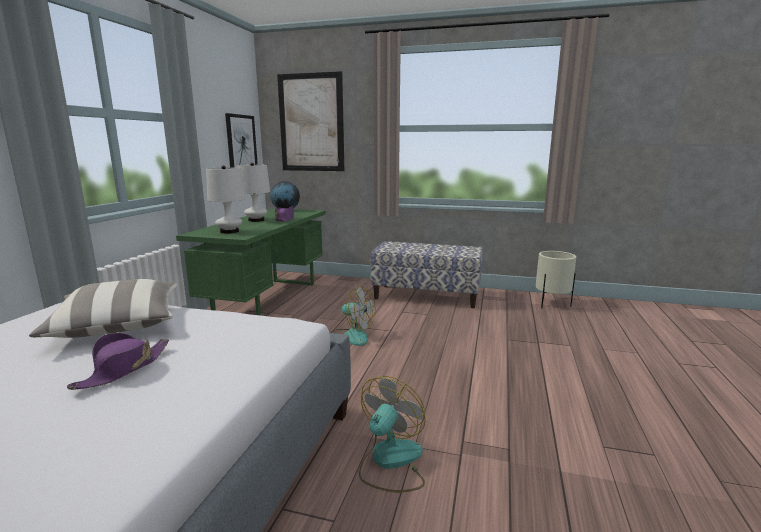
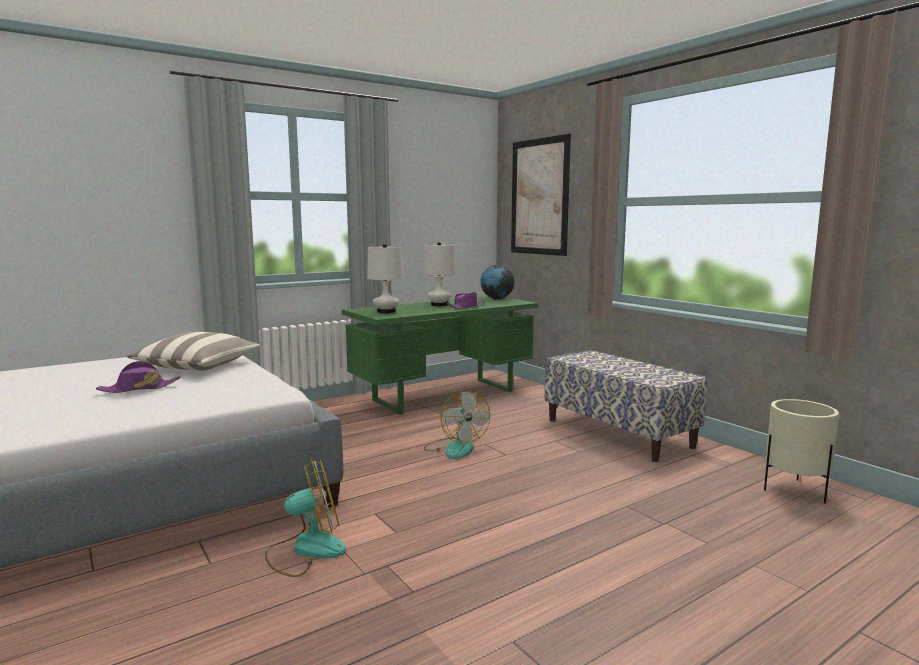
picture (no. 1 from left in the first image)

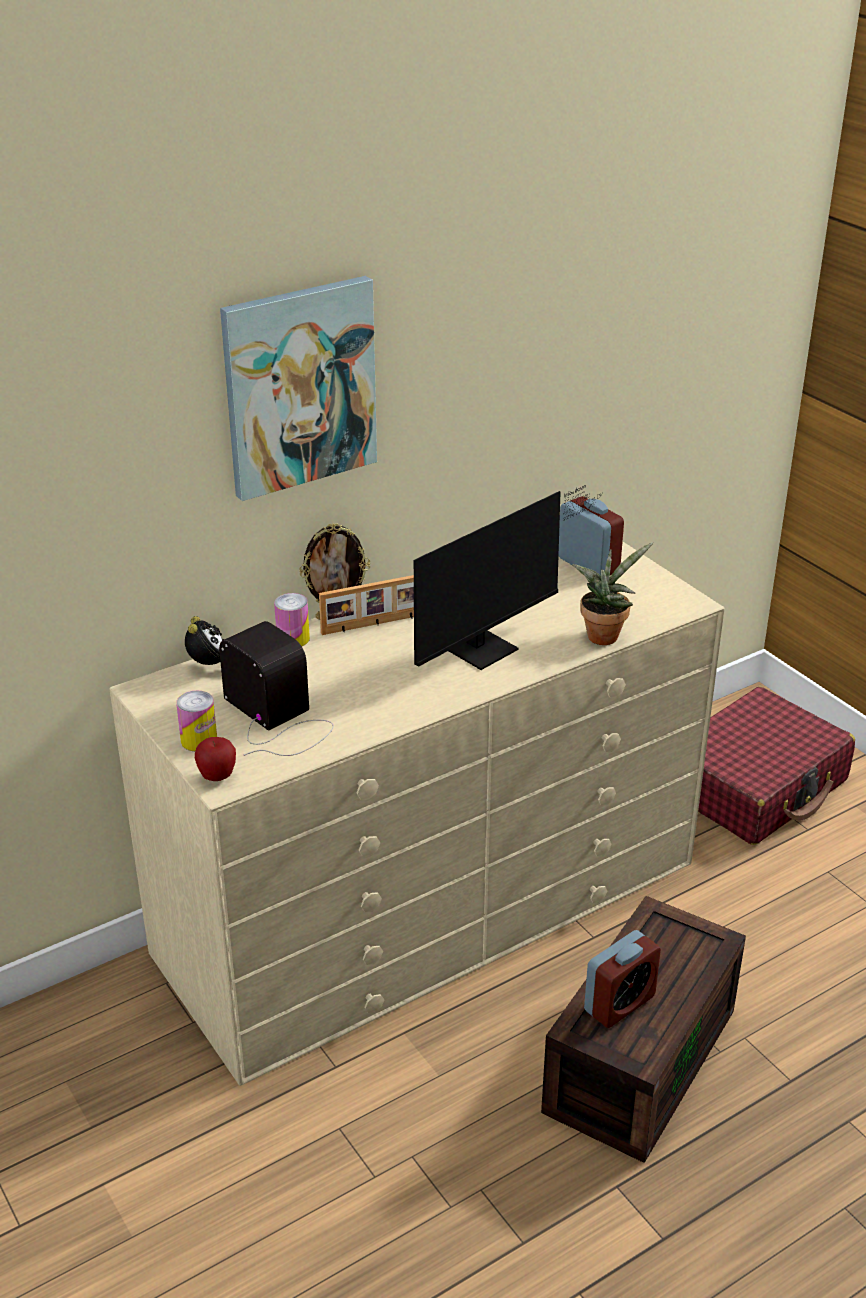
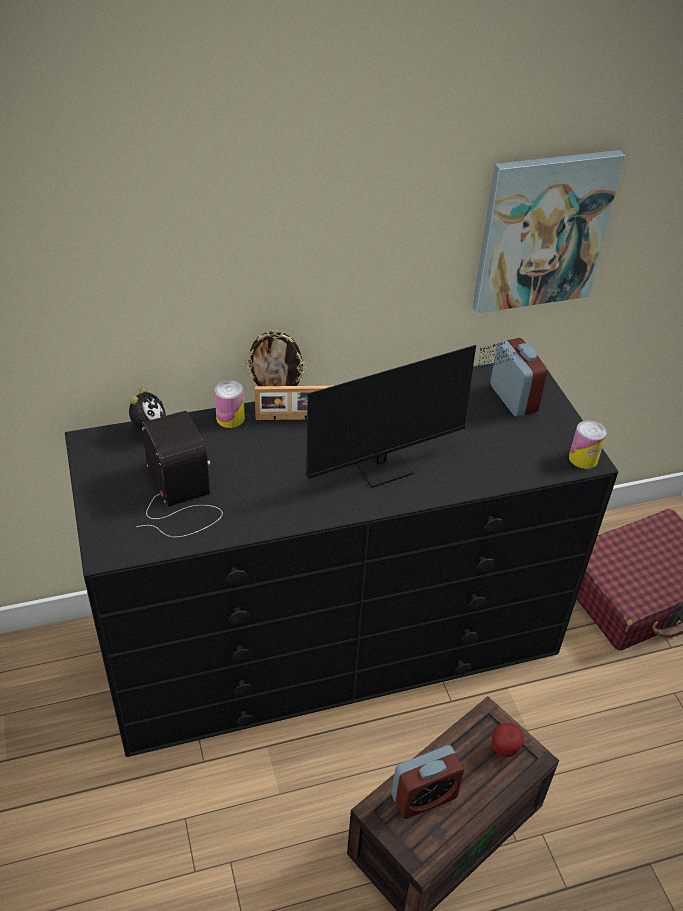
dresser (black); picture; apple; can (no. 2 from left); potted plant

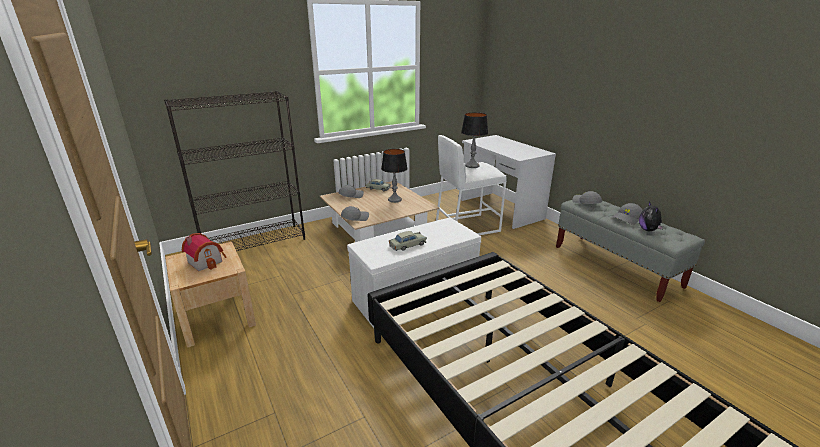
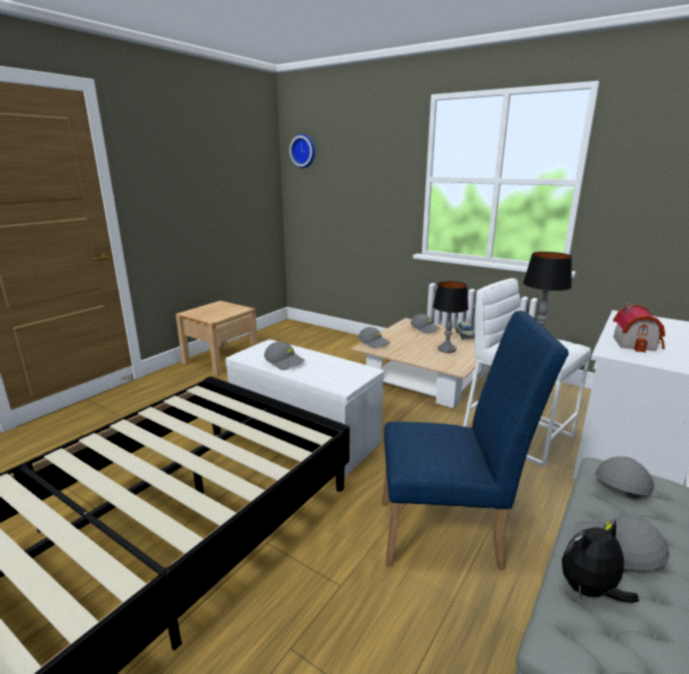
cap (grey) (no. 1 from left); wall clock; chair (blue); toy house; bookcase (black)

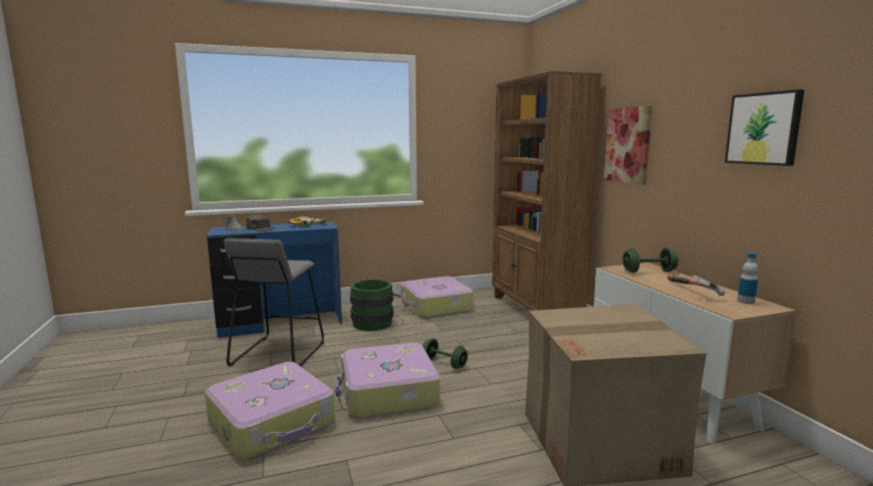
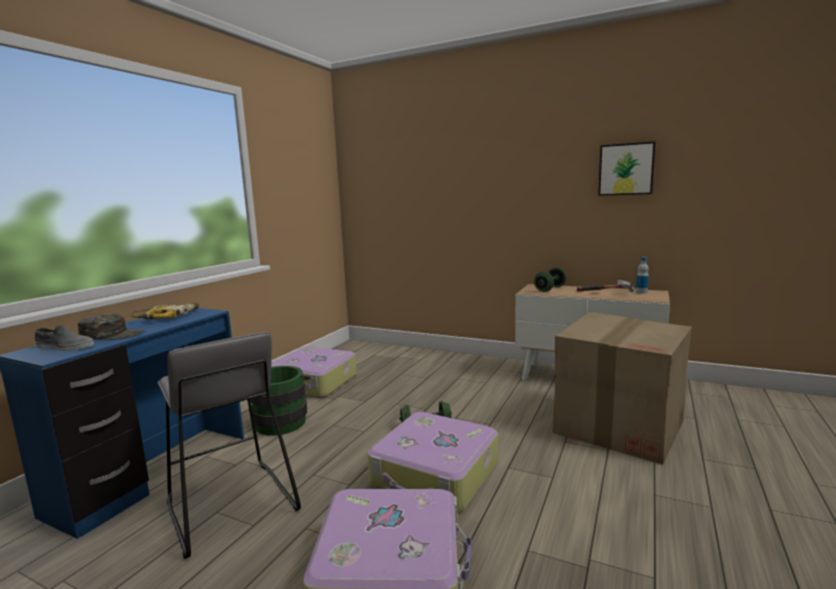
bookcase (brown); picture (no. 1 from left in the first image)

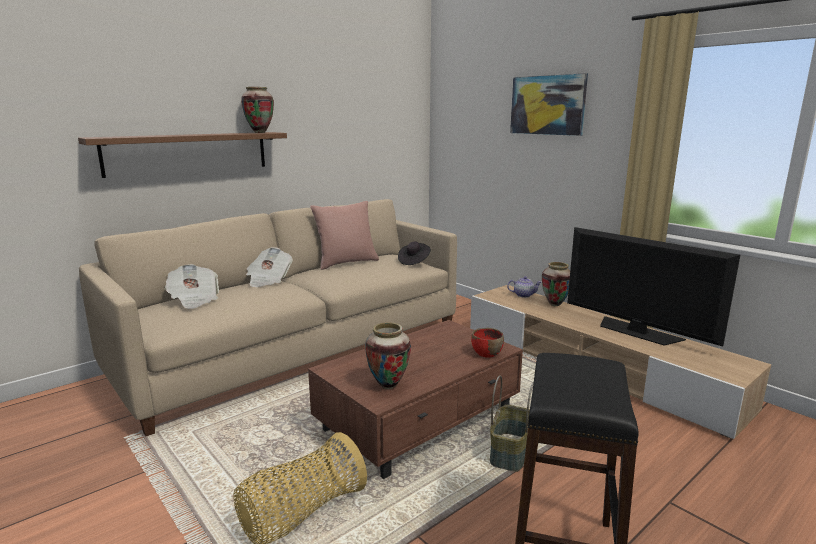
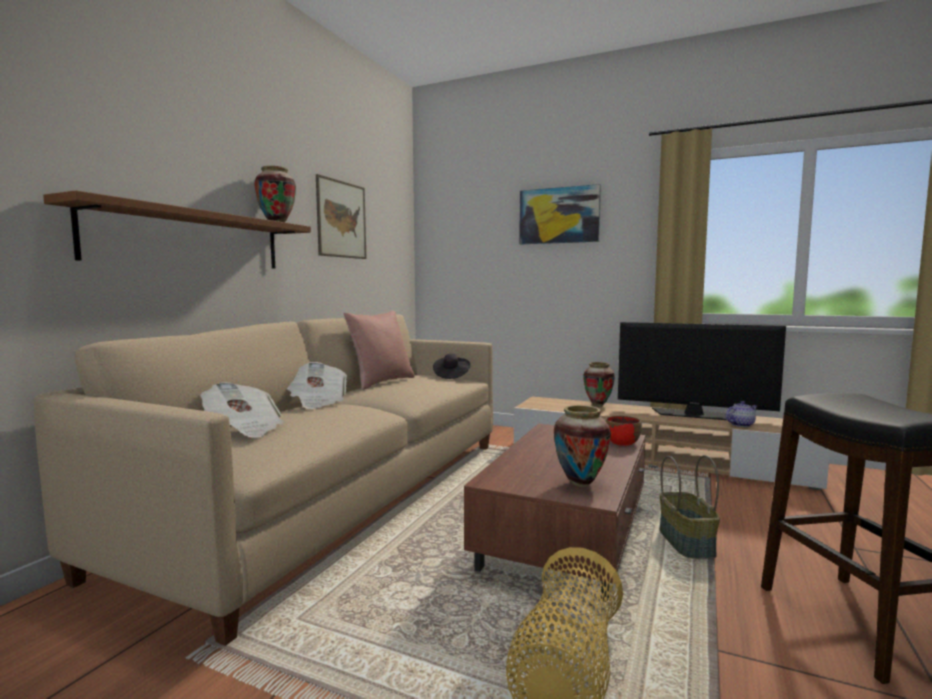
picture (no. 1 from left); teapot

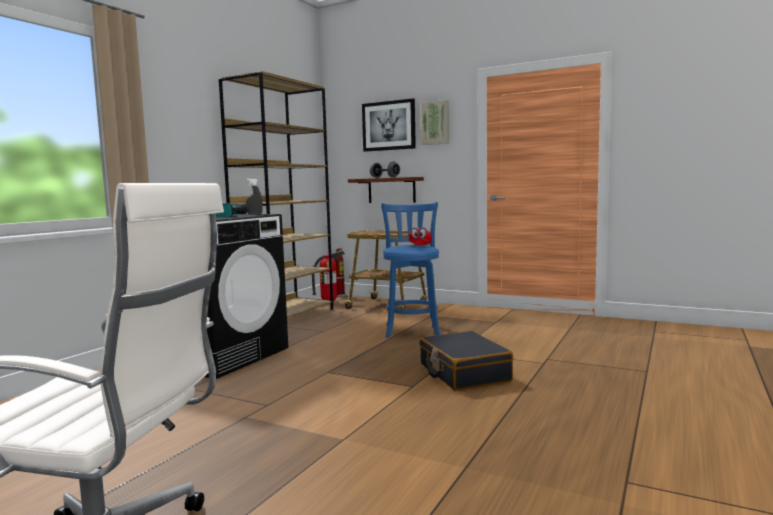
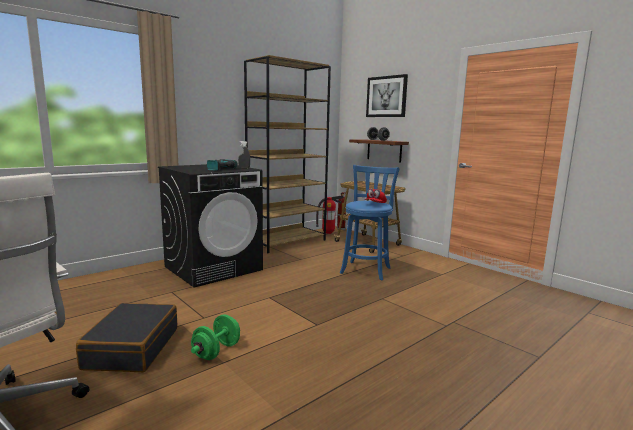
suitcase (black); dumbbell (green); picture (no. 2 from left in the first image)

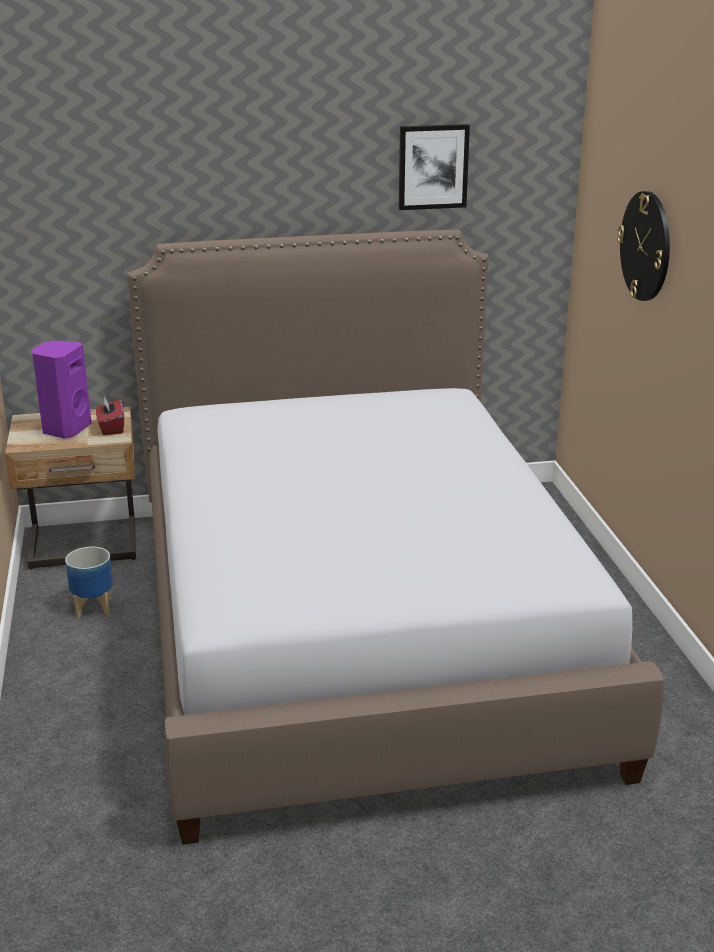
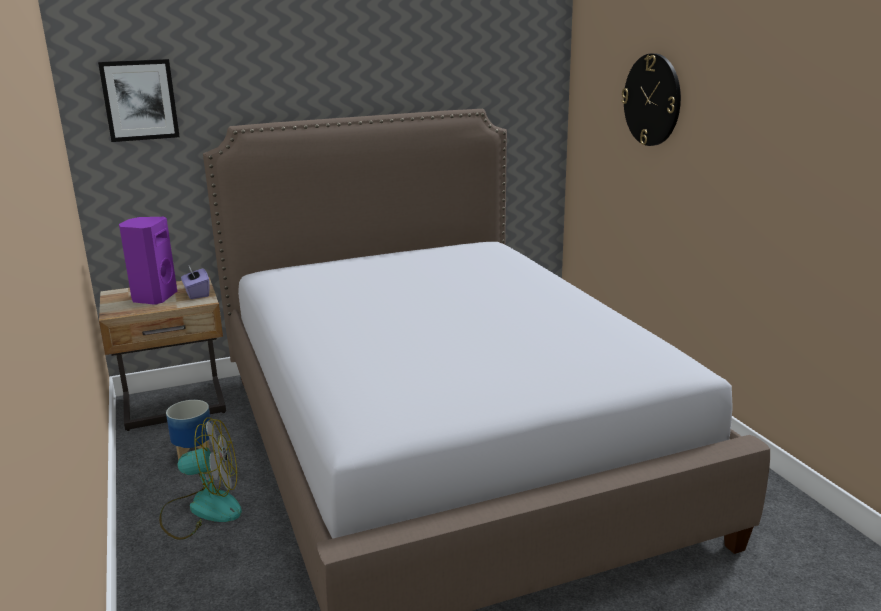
picture; fan; tissue box (purple)

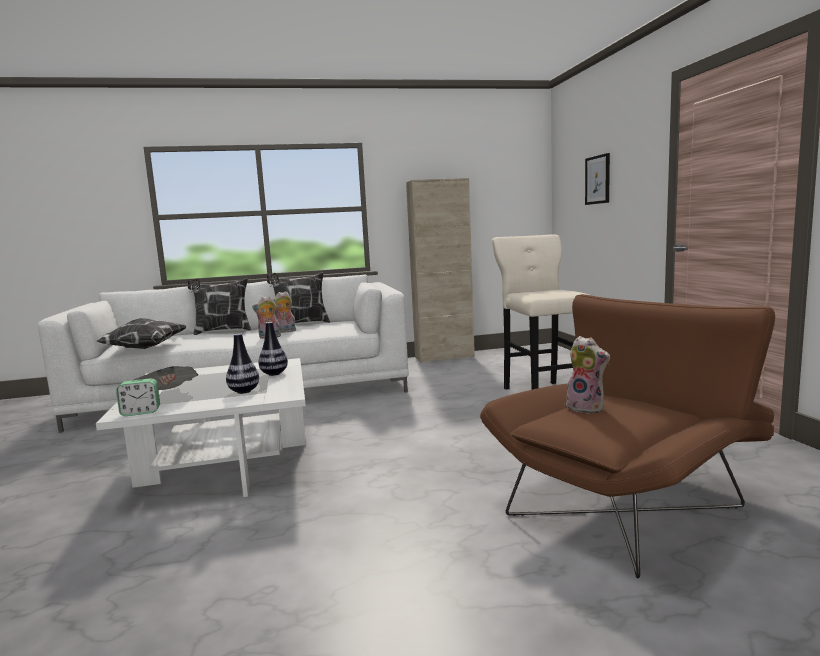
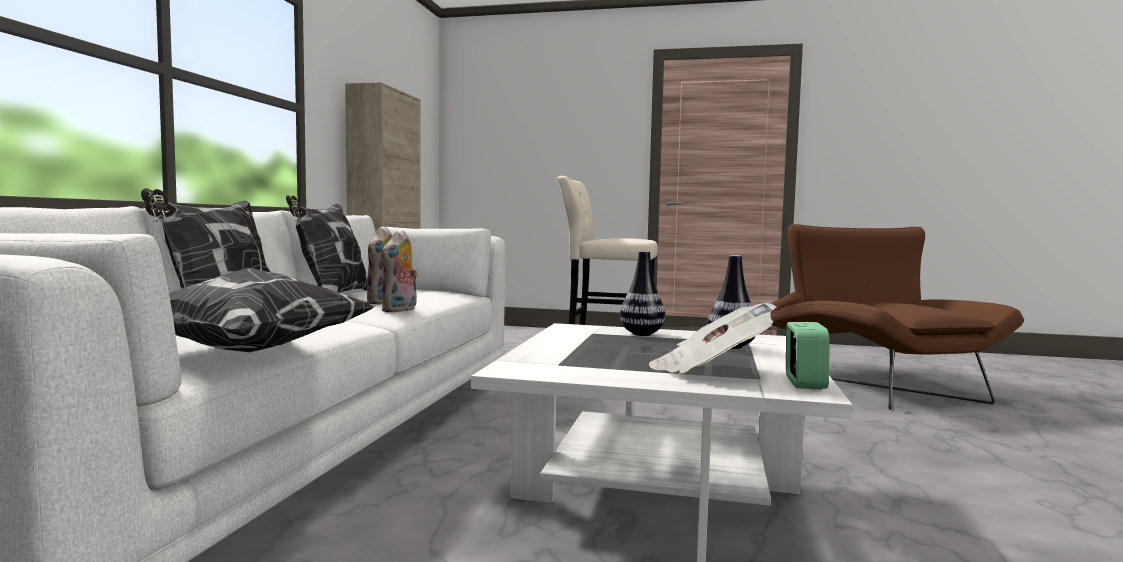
plush toy (no. 3 from left in the first image); picture

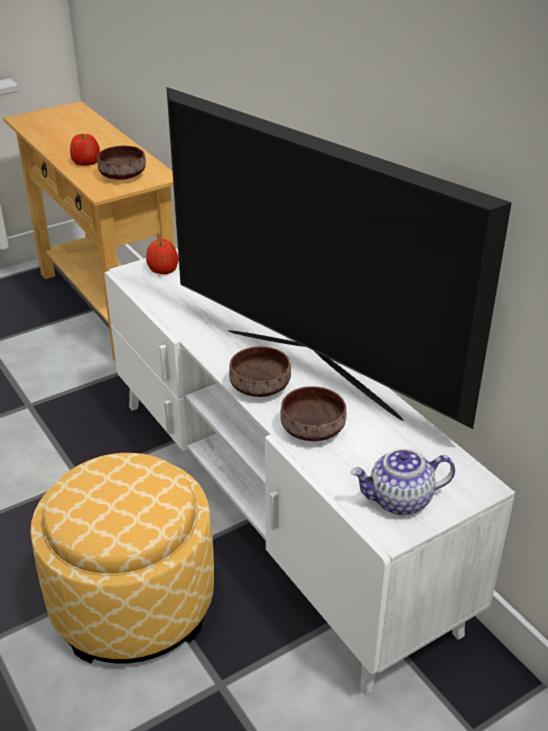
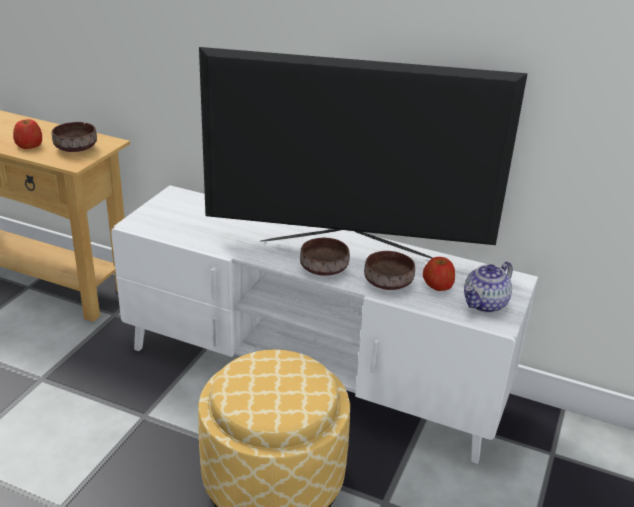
apple (no. 2 from left)

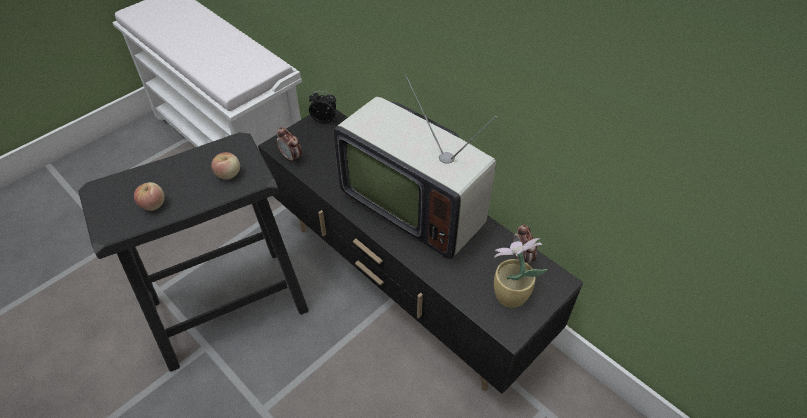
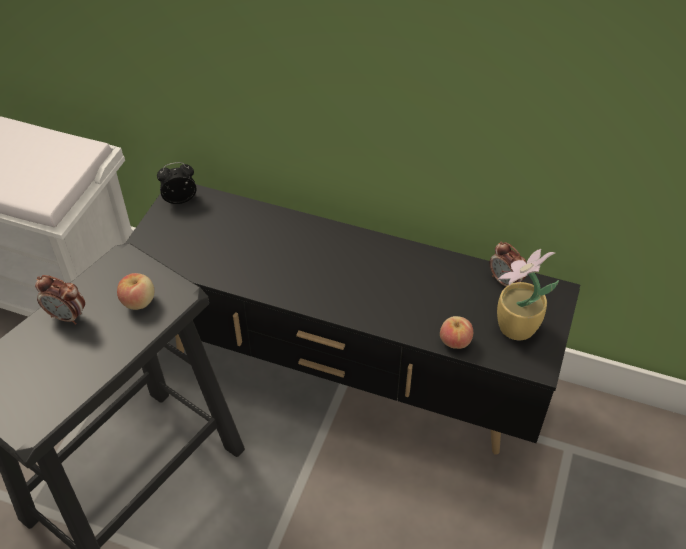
alarm clock (no. 1 from left); apple (no. 2 from left); television

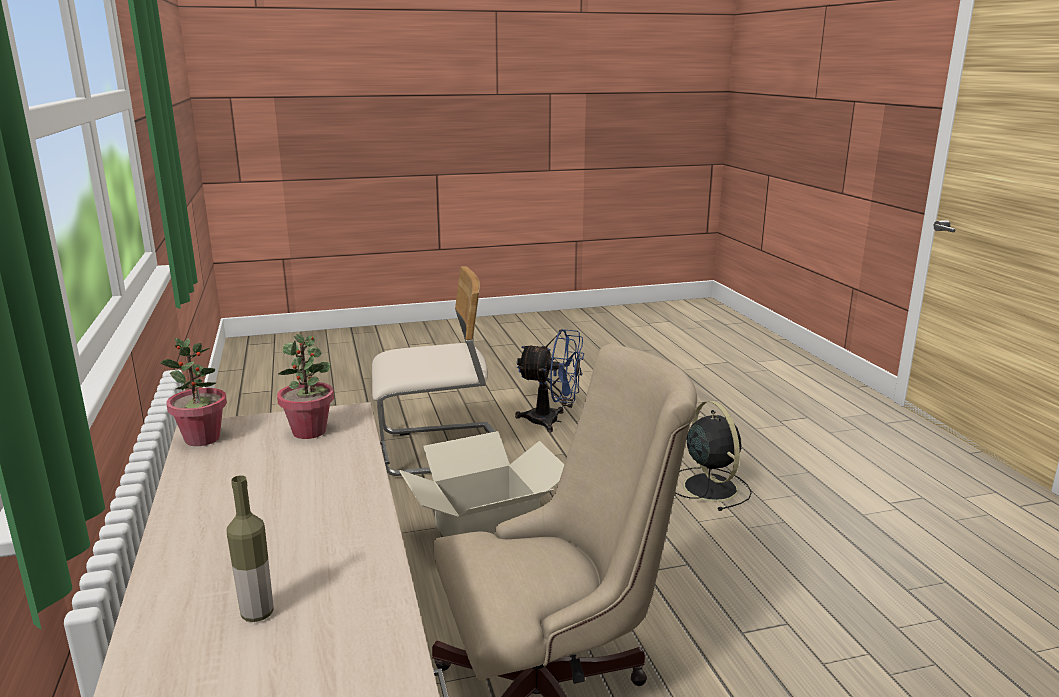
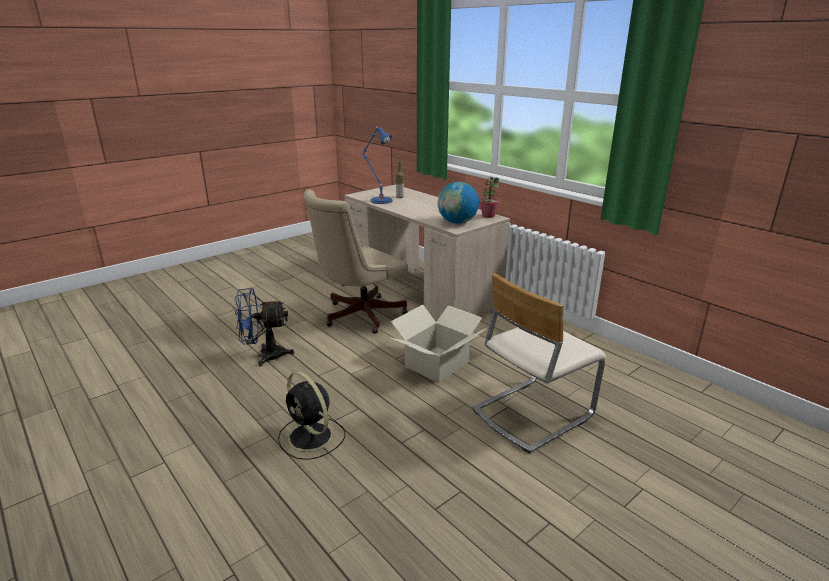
fan (blue); table lamp (blue); globe

